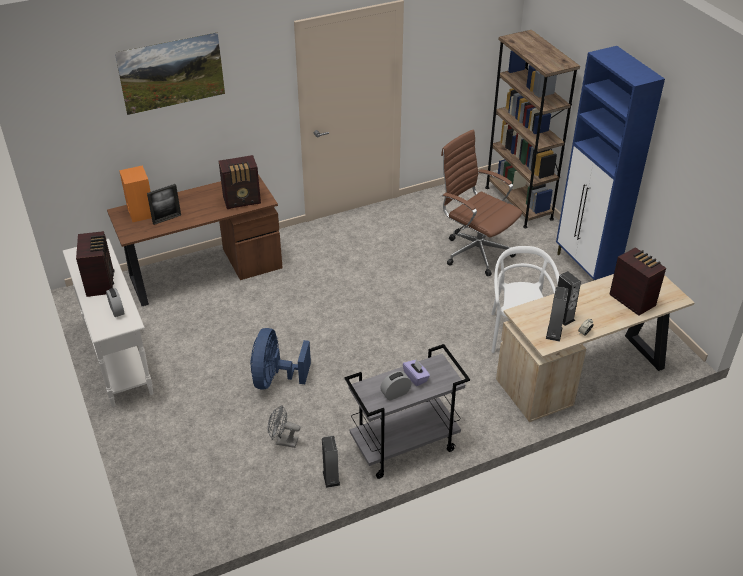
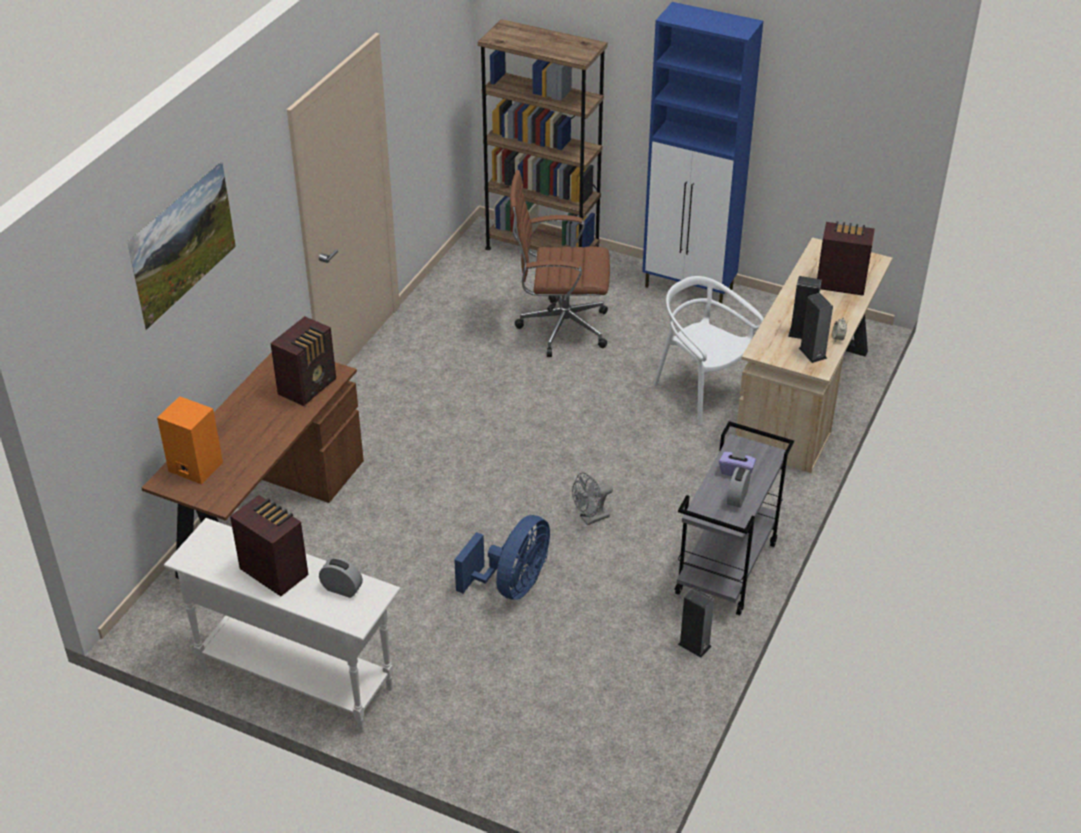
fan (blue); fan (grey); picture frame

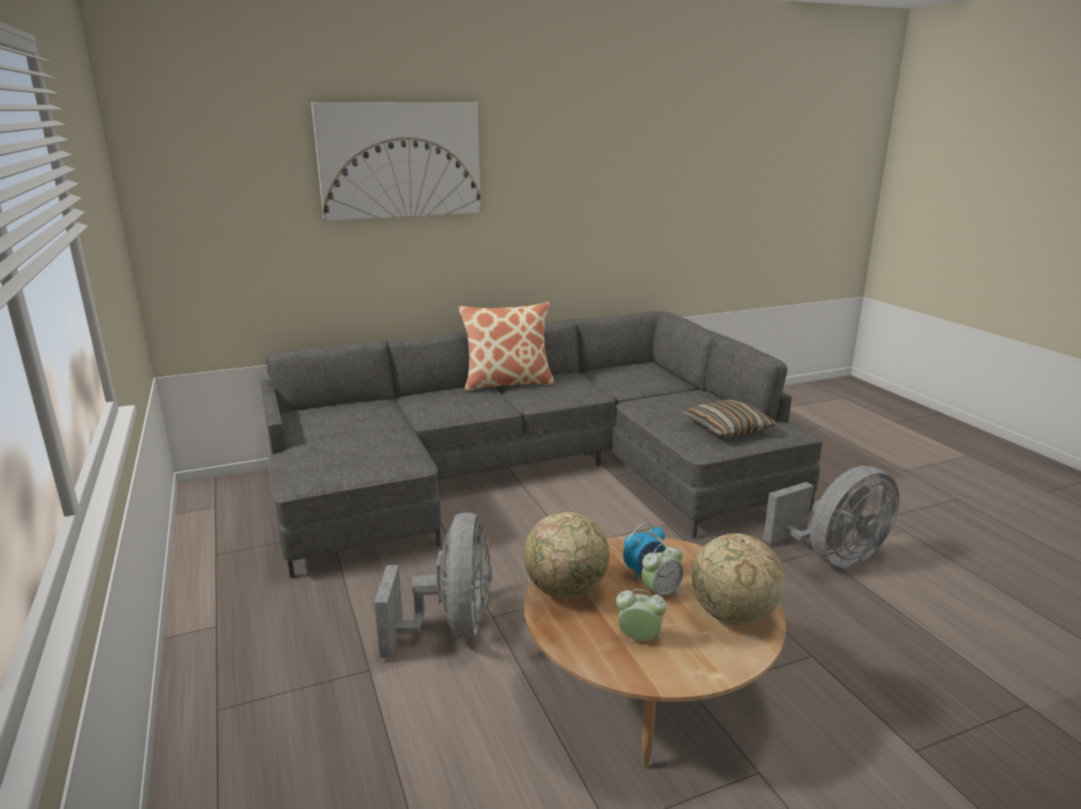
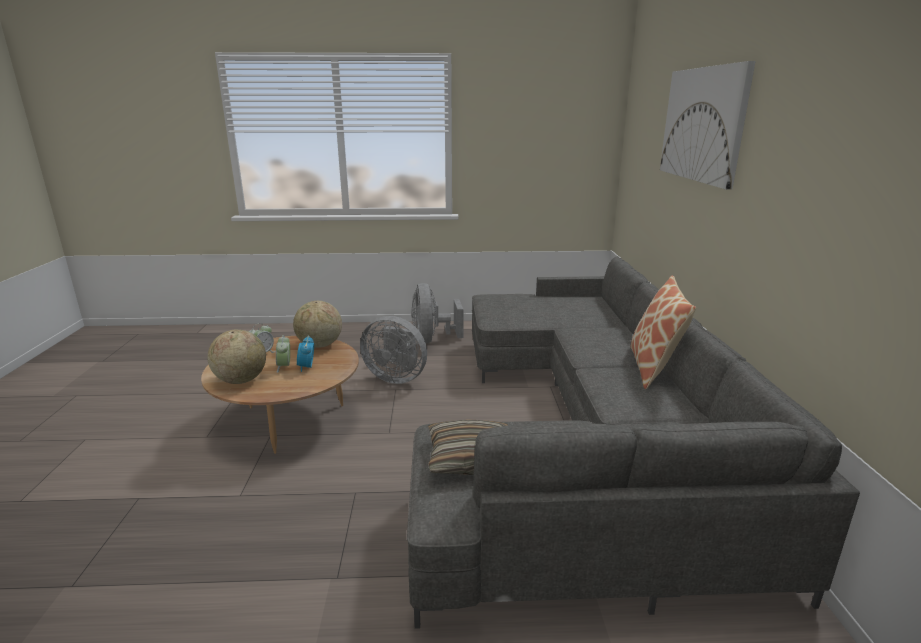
fan (grey) (no. 2 from left)

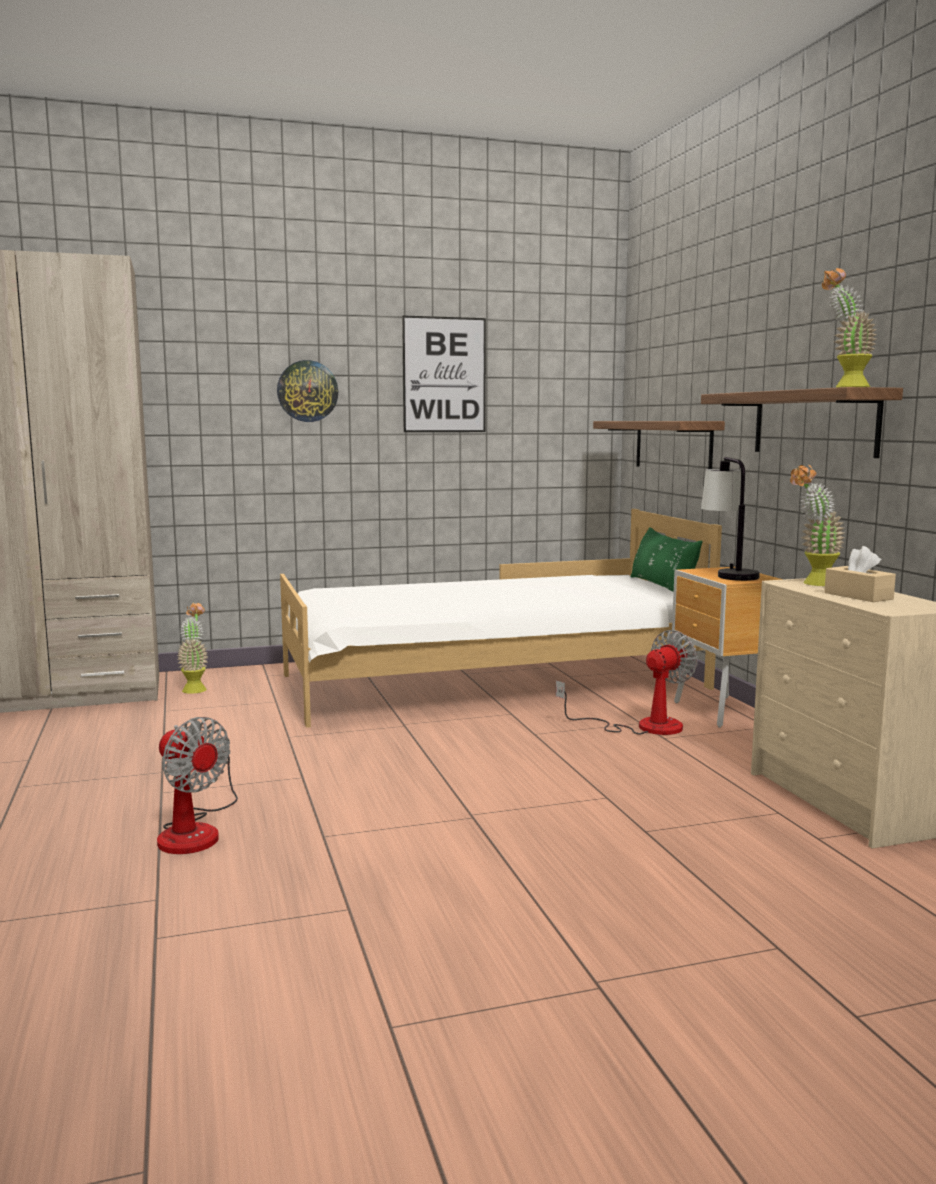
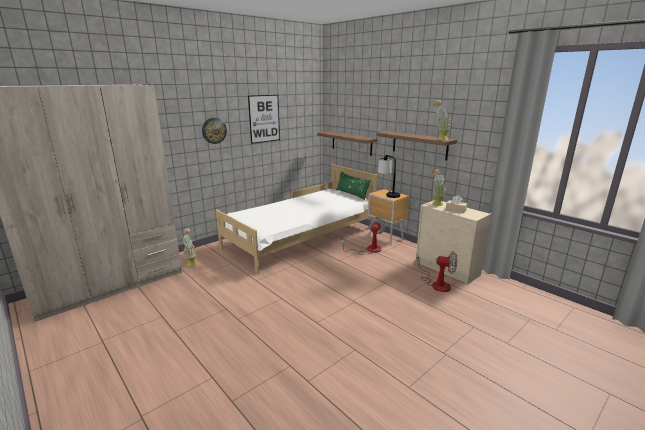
fan (no. 2 from left)

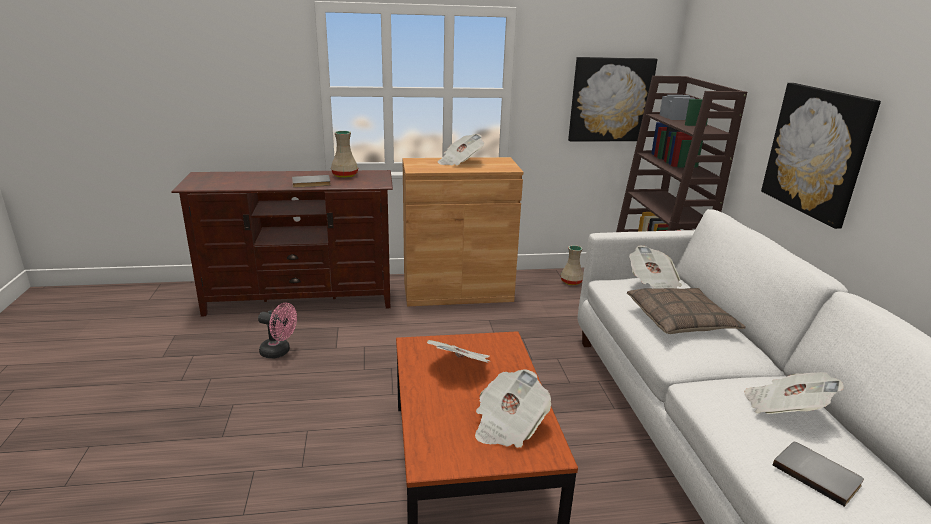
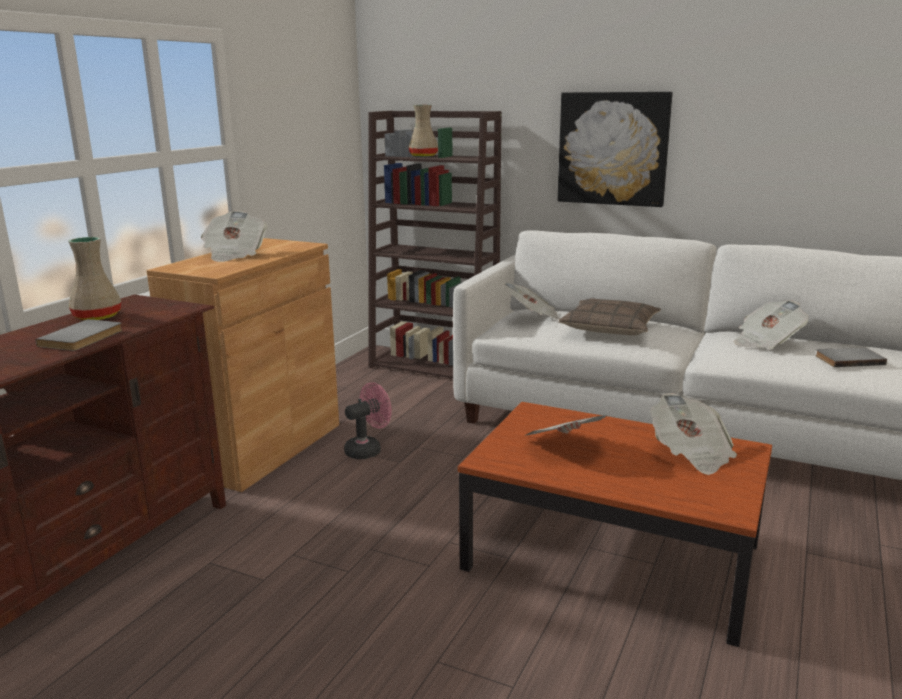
fan (pink); vase (beige) (no. 2 from left); picture (no. 1 from left in the first image)

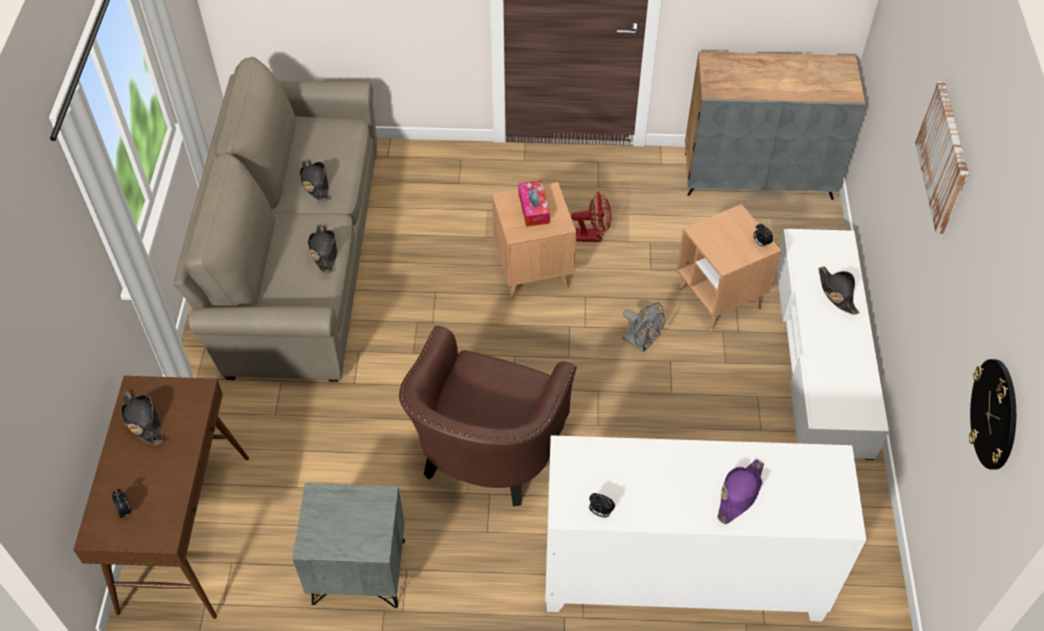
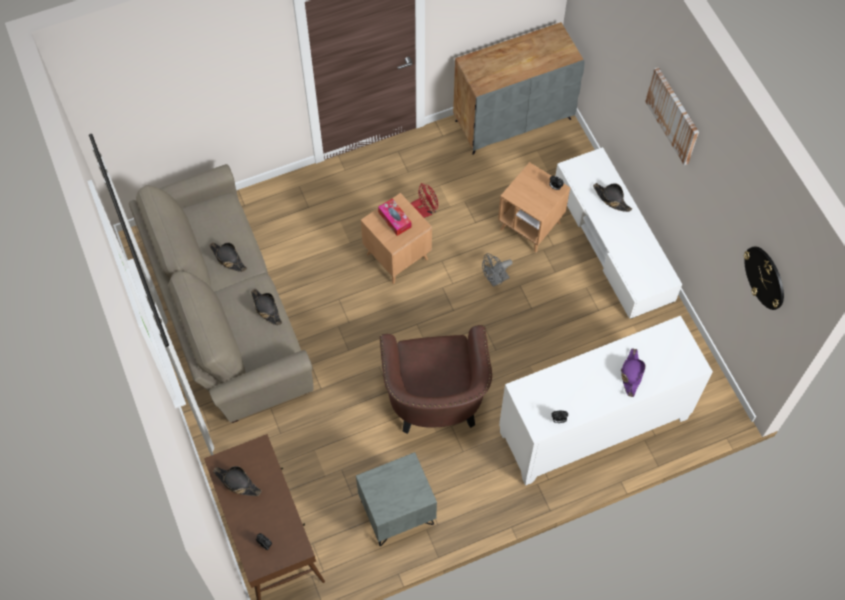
fan (grey)

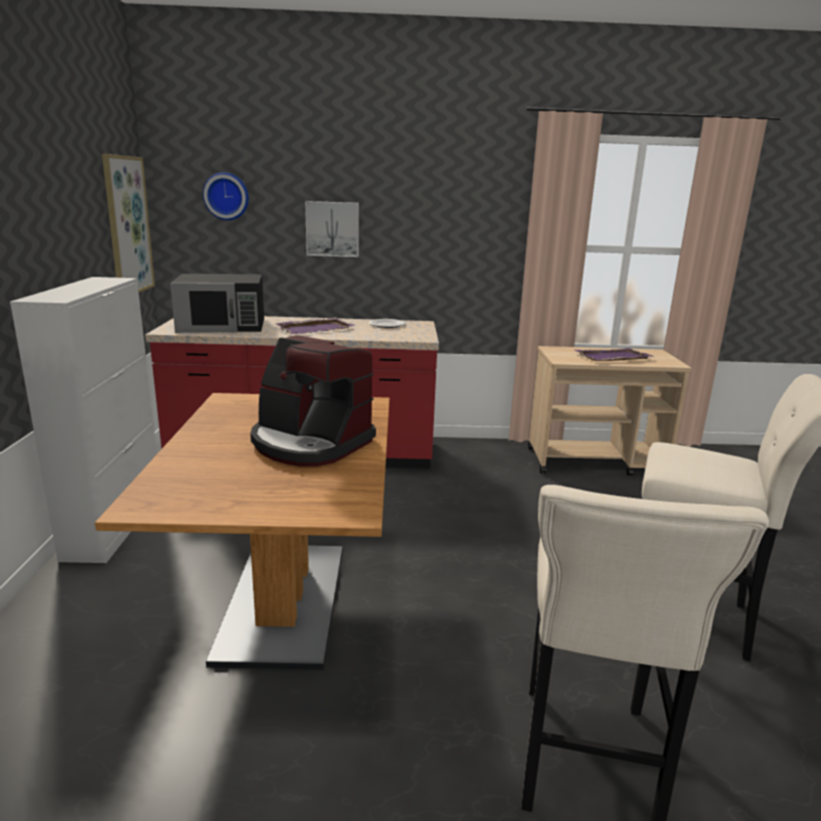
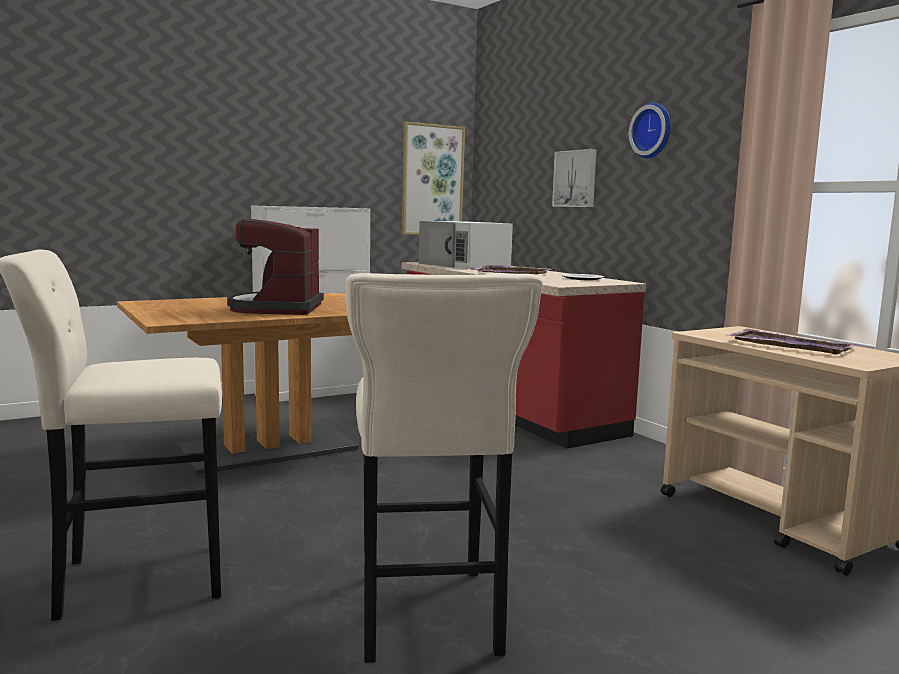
microwave (white); wall clock

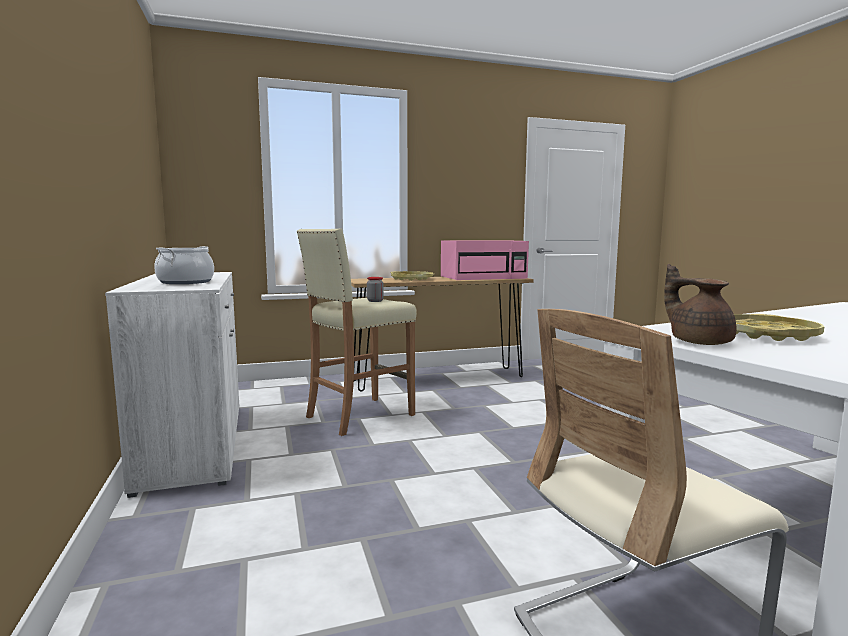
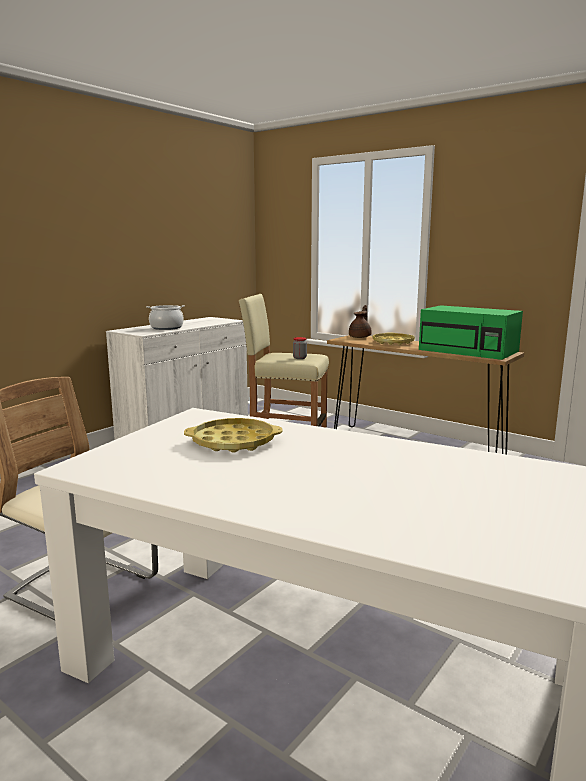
teapot (brown); microwave (green)

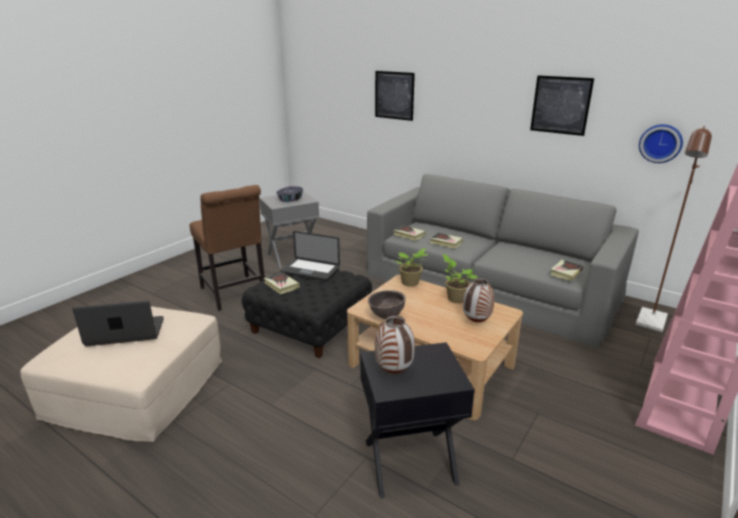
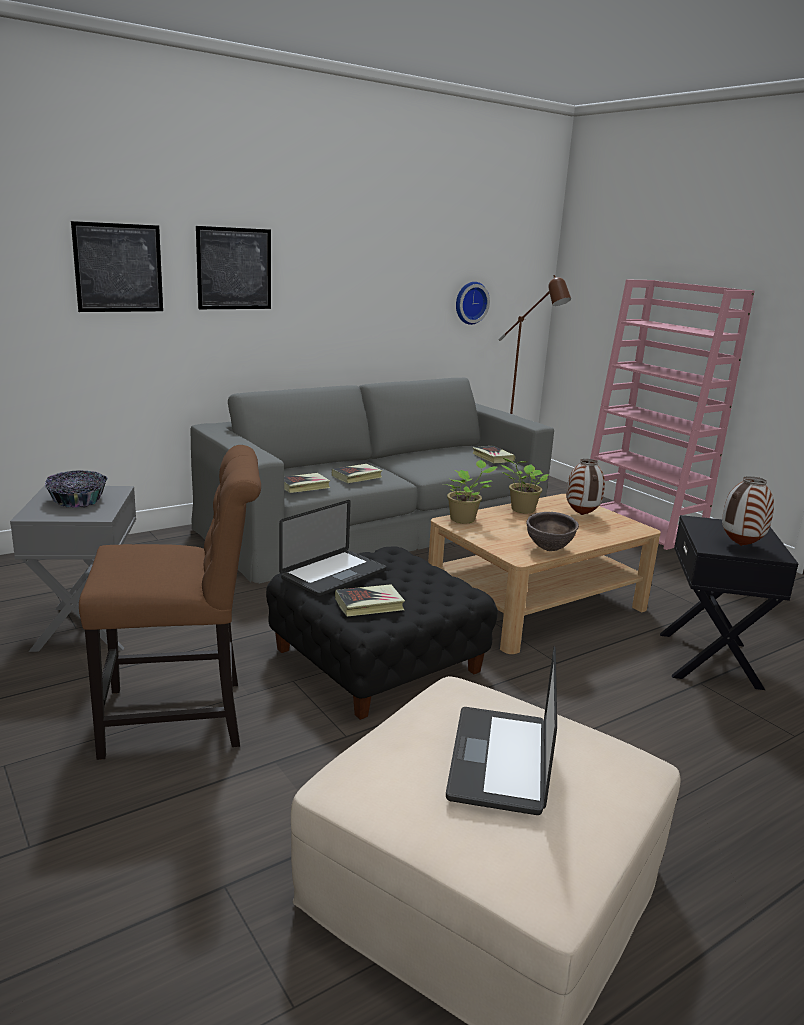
picture (no. 2 from left)

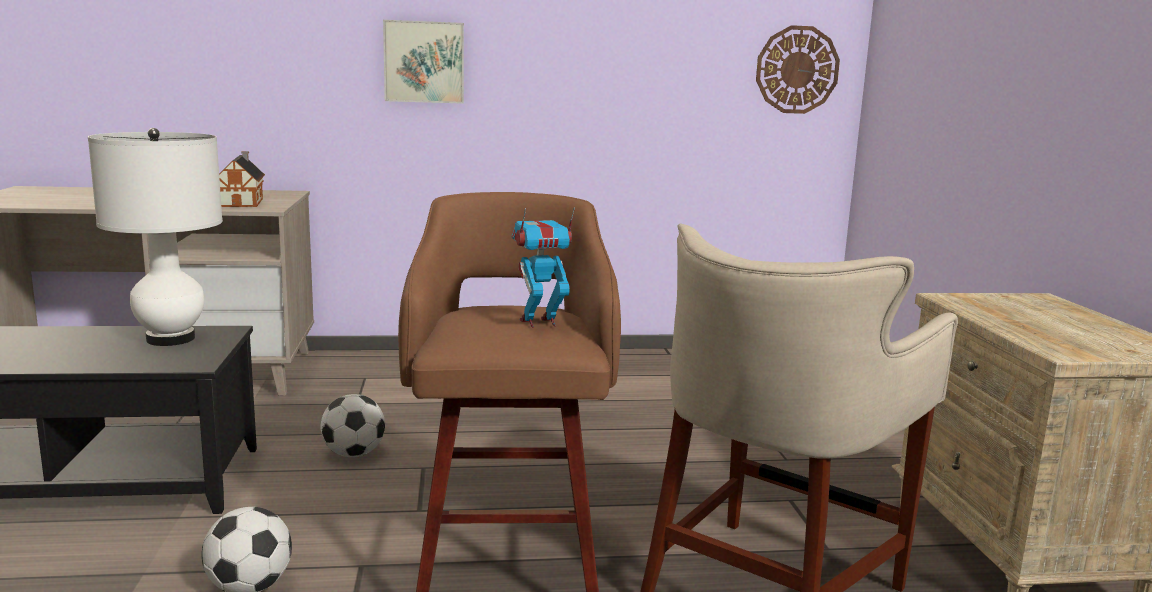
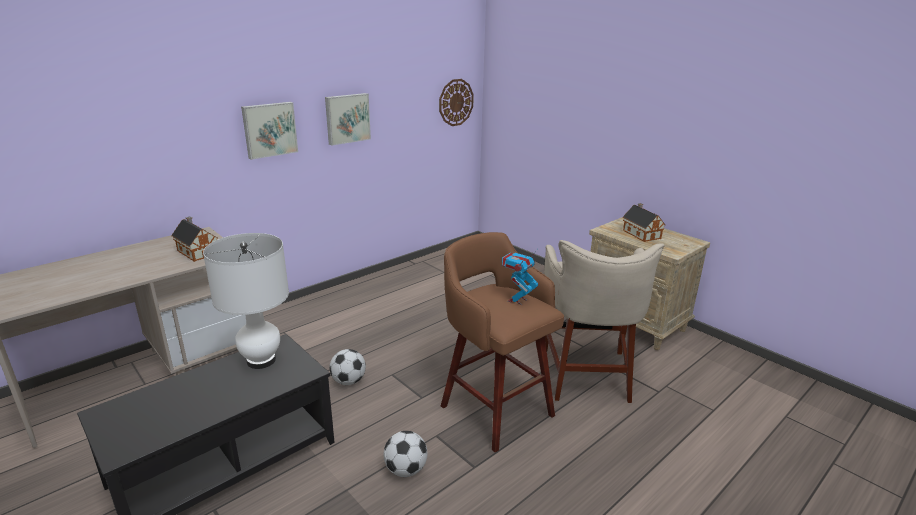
picture (no. 2 from left); toy house (no. 2 from left)

